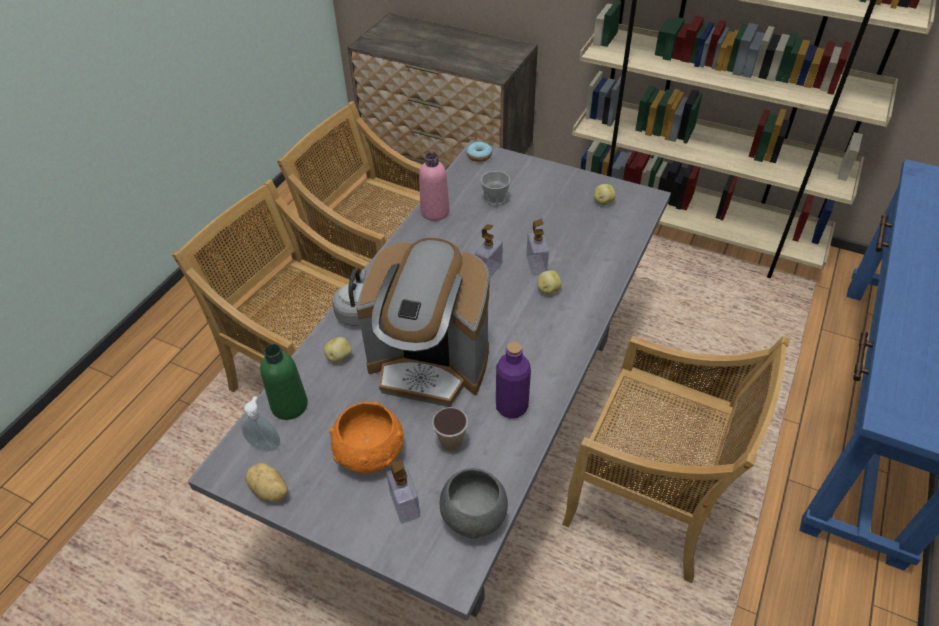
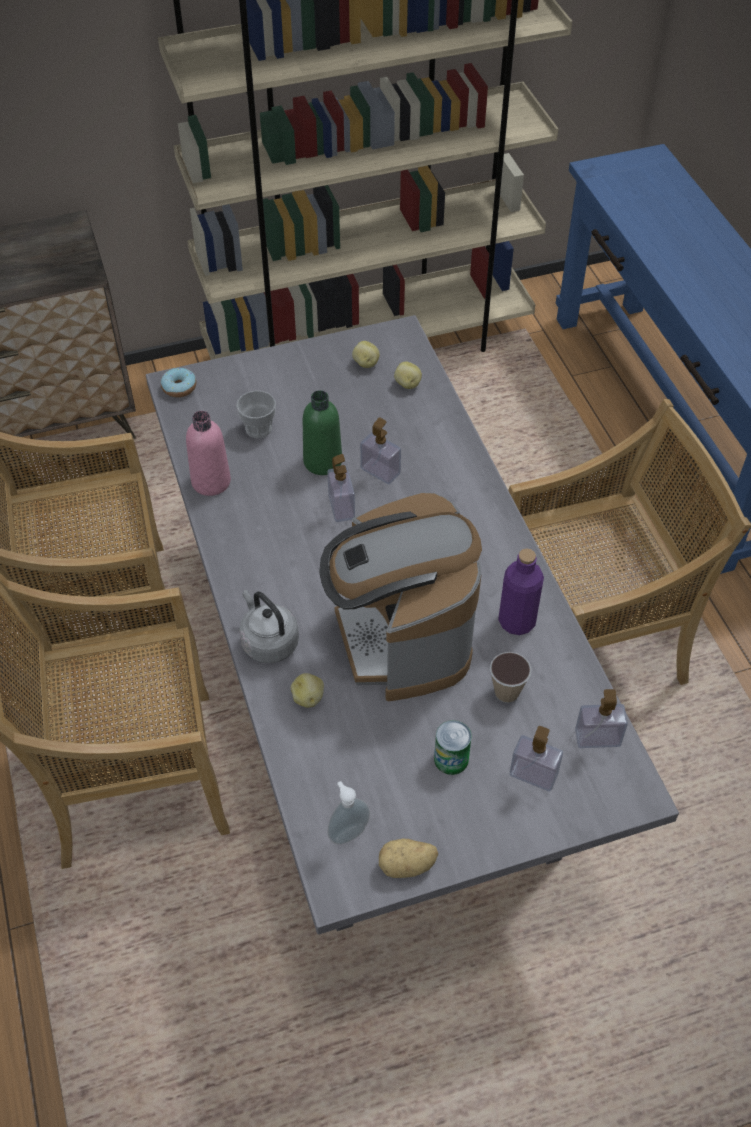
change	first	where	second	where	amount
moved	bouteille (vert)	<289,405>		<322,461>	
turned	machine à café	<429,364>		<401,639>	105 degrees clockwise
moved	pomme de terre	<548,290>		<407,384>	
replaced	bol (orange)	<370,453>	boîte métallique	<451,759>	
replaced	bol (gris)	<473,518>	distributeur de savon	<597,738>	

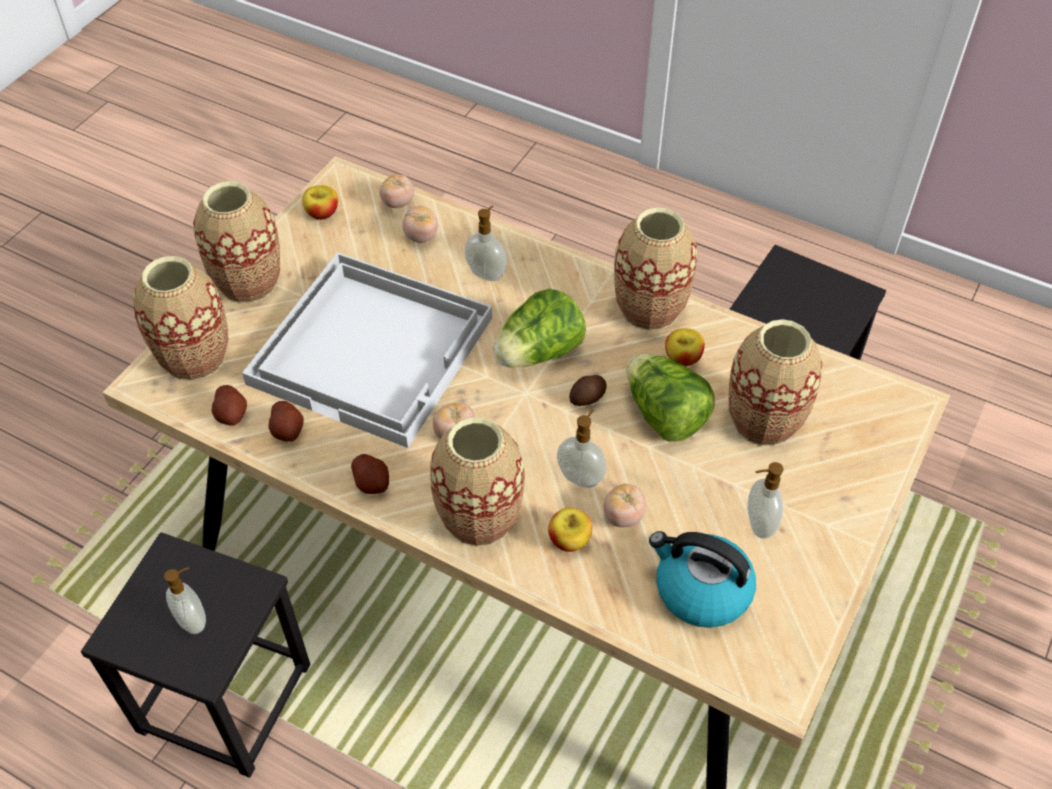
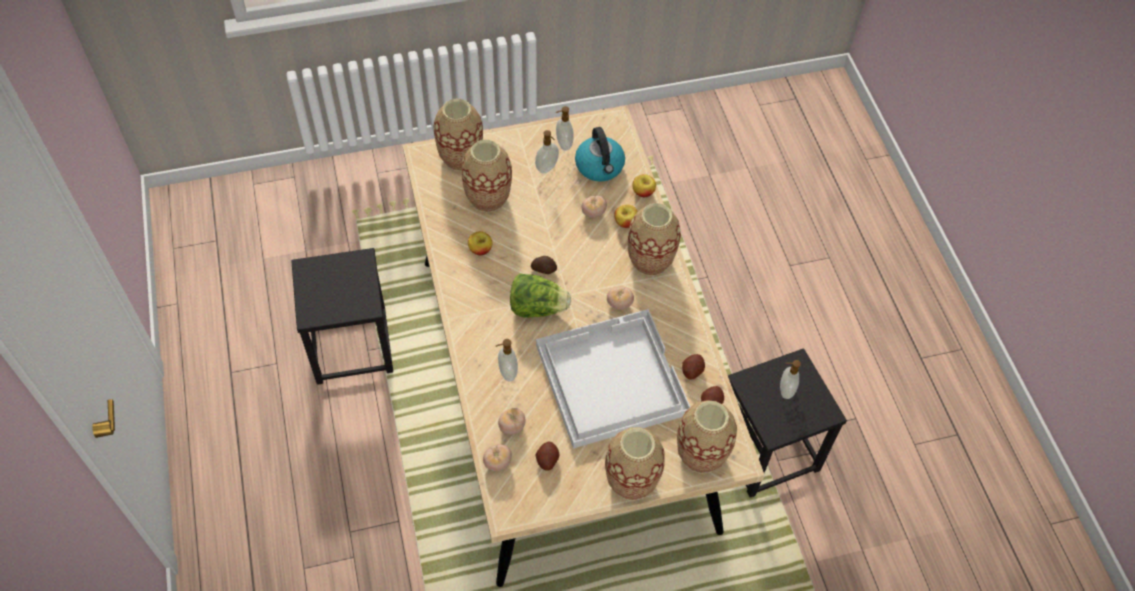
change	first	where	second	where	amount
moved	vase	<650,309>		<460,157>	
moved	pomme de terre	<372,482>		<547,460>	
moved	distributeur de savon	<581,477>		<563,144>	
moved	pomme	<322,213>		<643,192>	
removed	laitue	<664,415>			

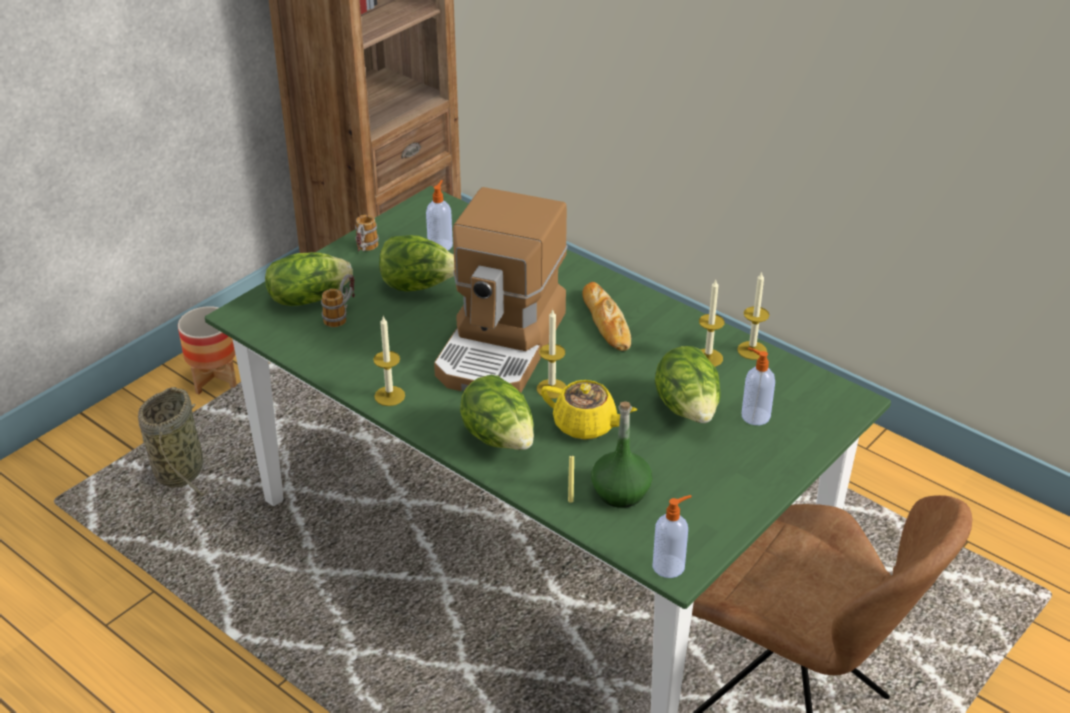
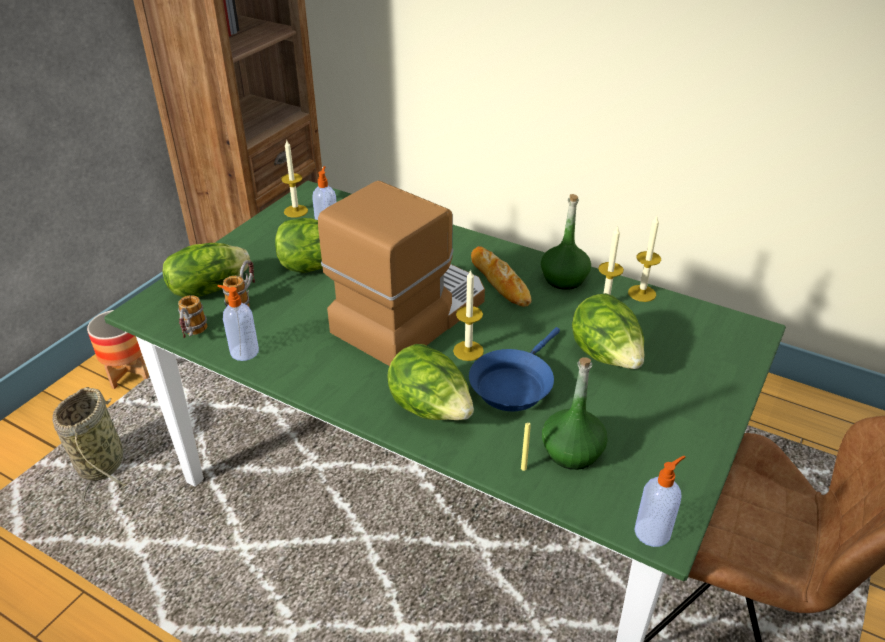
change	first	where	second	where	amount
moved	mug	<365,251>		<193,335>	
moved	distributeur de savon	<754,416>		<243,351>	
moved	bougie	<389,396>		<296,211>	
turned	machine à café	<503,346>		<409,314>	150 degrees counterclockwise
replaced	théière (jaune)	<586,425>	poêle (bleu)	<513,384>	
added			bouteille (vert)	<564,279>	

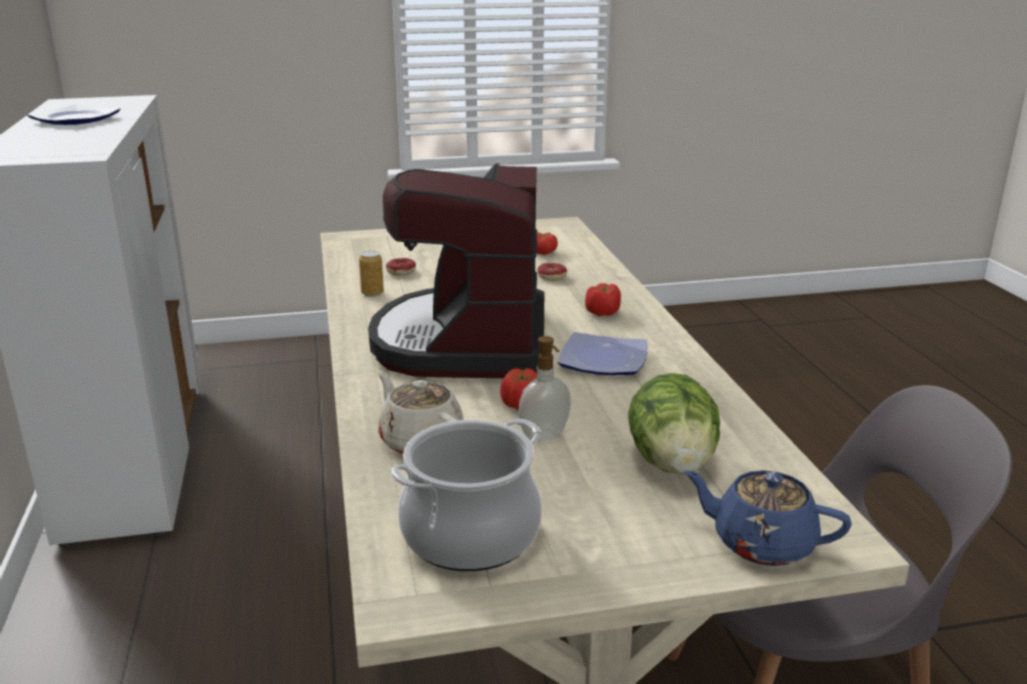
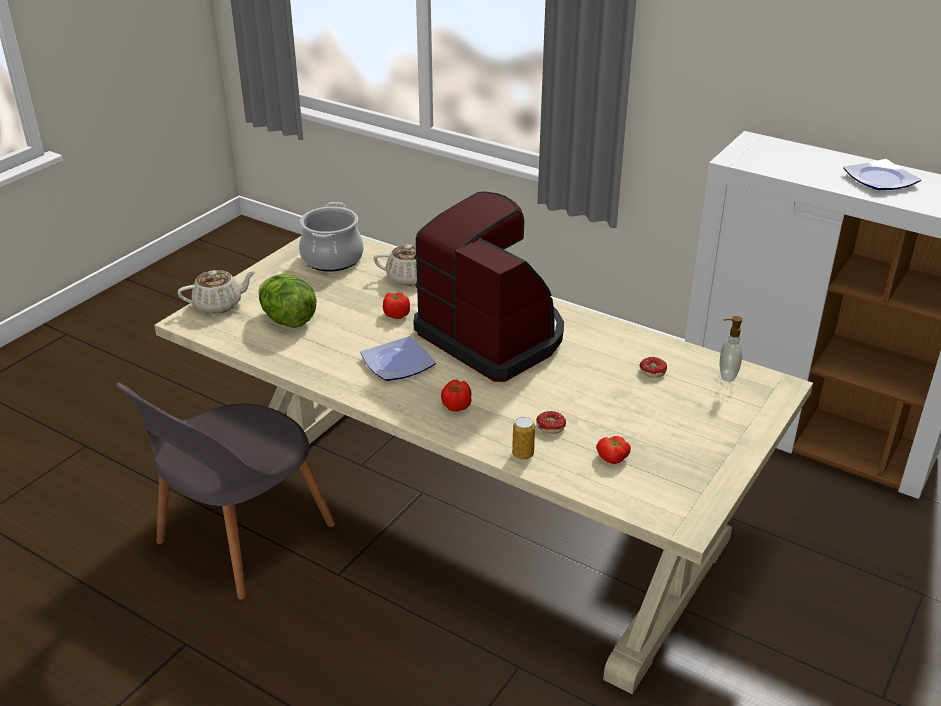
change	first	where	second	where	amount
recoloured	théière (bleu)	<761,543>	théière (beige)	<219,305>	
moved	boîte métallique	<372,293>		<523,454>	
moved	distributeur de savon	<545,436>		<726,375>	

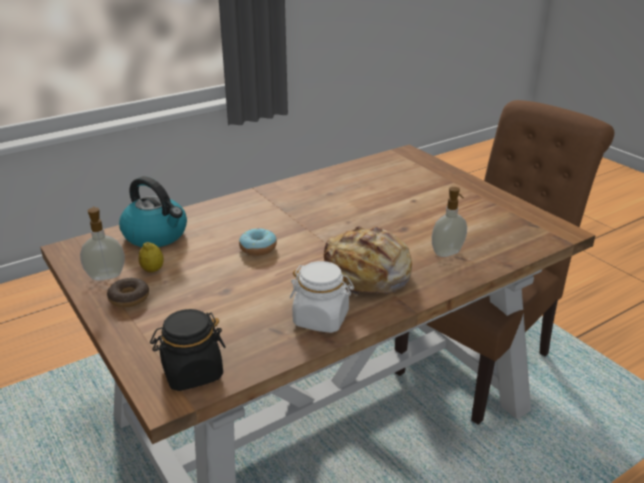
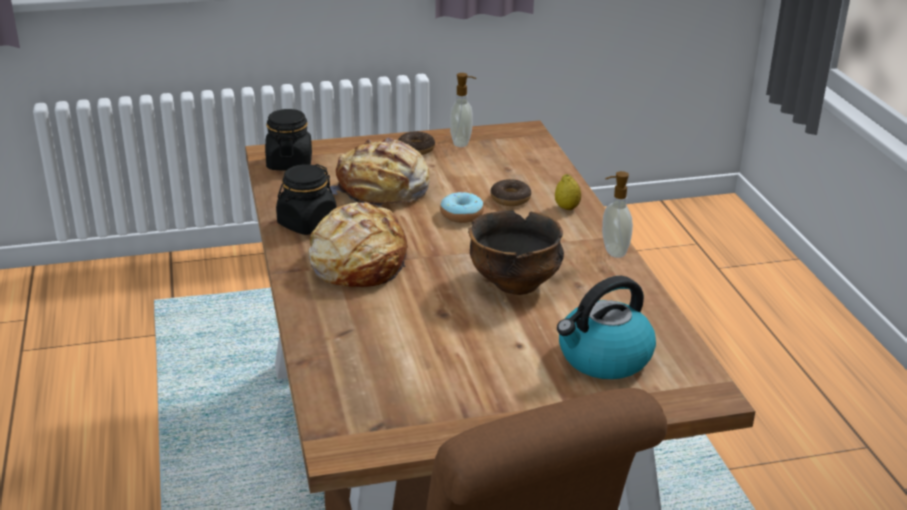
change	first	where	second	where	amount
recoloured	bocal (blanc)	<321,319>	bocal (noir)	<307,224>	
added			pain	<382,191>	
added			bol	<515,283>	
added			beignet	<510,199>	
moved	citron	<152,270>		<567,208>	
moved	bouilloire	<156,235>		<603,358>	
moved	distributeur de savon	<448,253>		<613,251>	

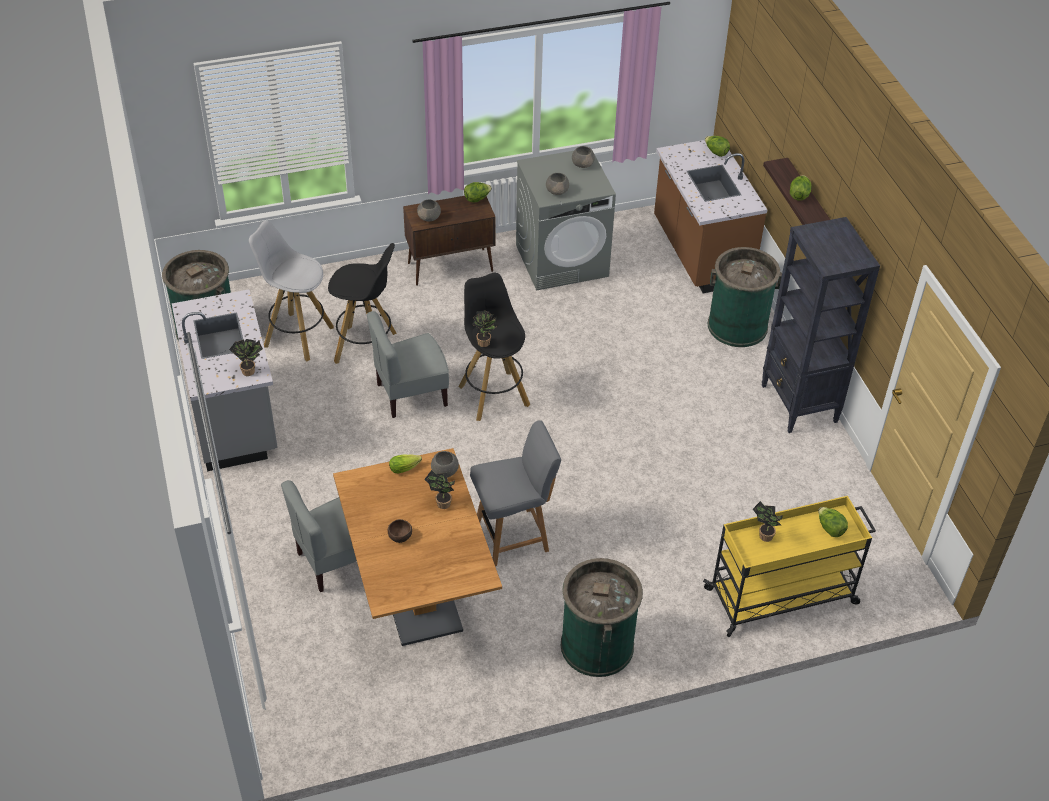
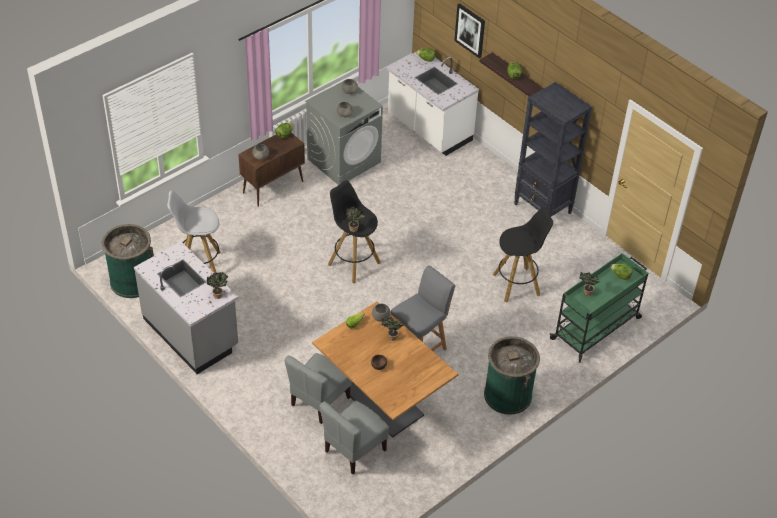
change	first	where	second	where	amount
moved	chaise (gris)	<411,394>		<354,450>	
recoloured	comptoir de cuisine (marron)	<700,252>	comptoir de cuisine (blanc)	<429,129>	
added			tableau	<470,30>	
moved	tabouret (noir)	<367,347>		<517,284>	
recoloured	chariot (jaune)	<783,596>	chariot (vert)	<596,328>	
removed	poubelle (vert)	<737,326>			

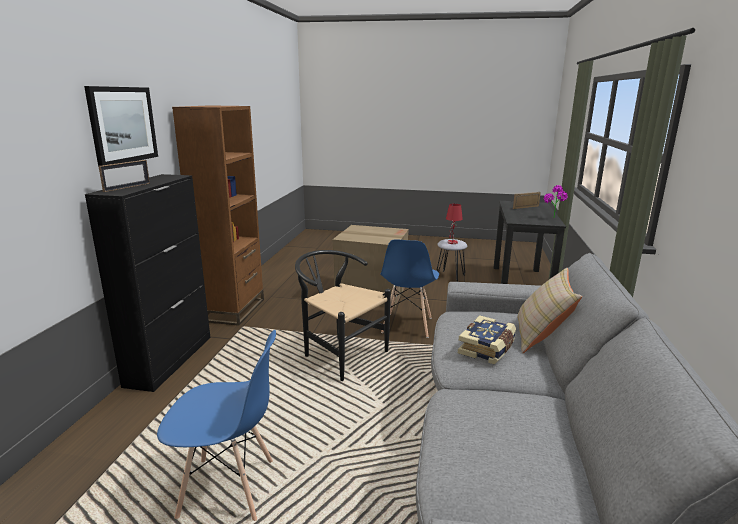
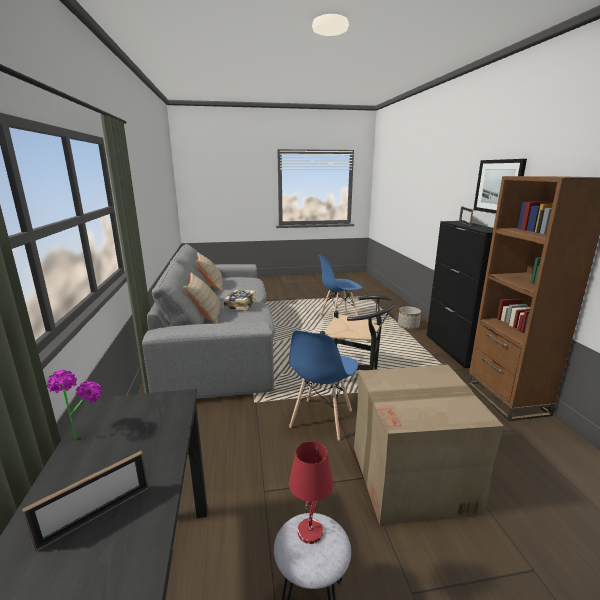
change	first	where	second	where	amount
added			coussin (beige)	<211,287>	
turned	chaise (bleu)	<407,325>		<321,419>	150 degrees counterclockwise
added			cache-pot	<408,326>	

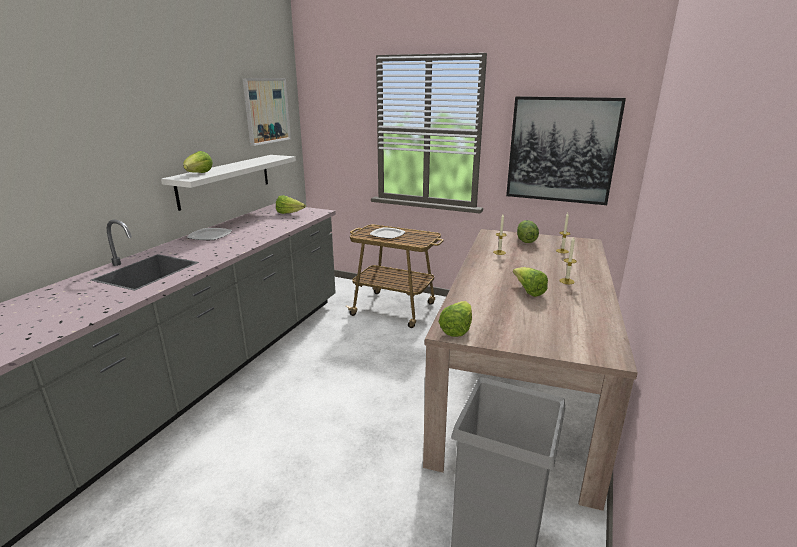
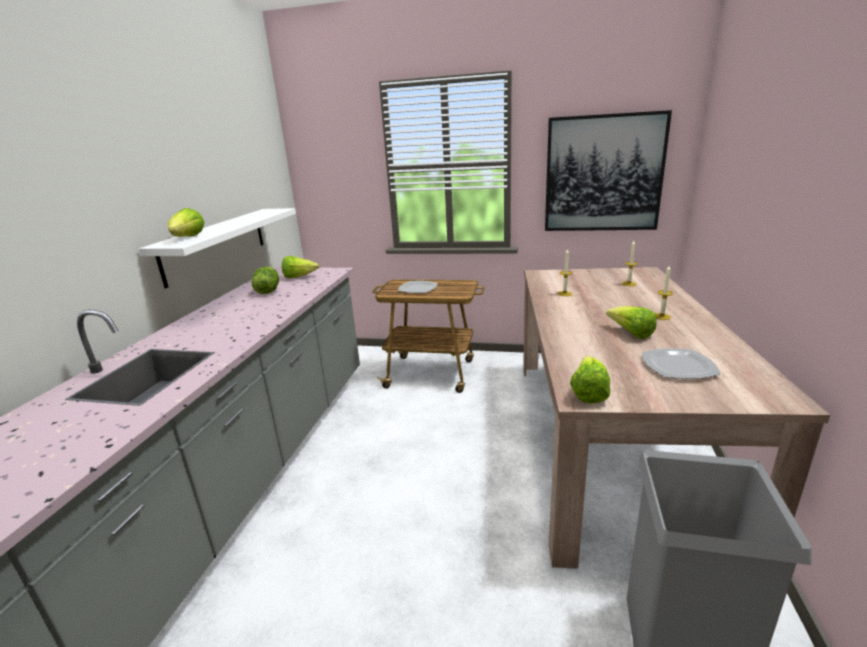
change	first	where	second	where	amount
moved	laitue	<525,241>		<267,291>	
moved	assiette	<210,236>		<679,366>	
removed	tableau	<266,111>			

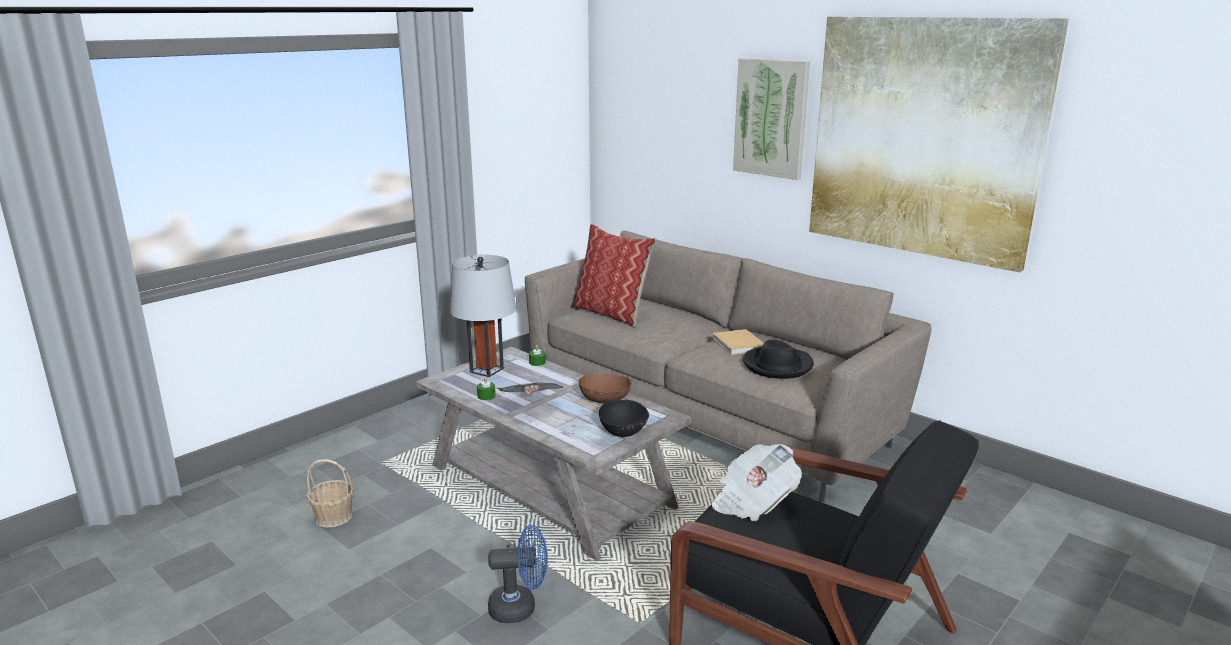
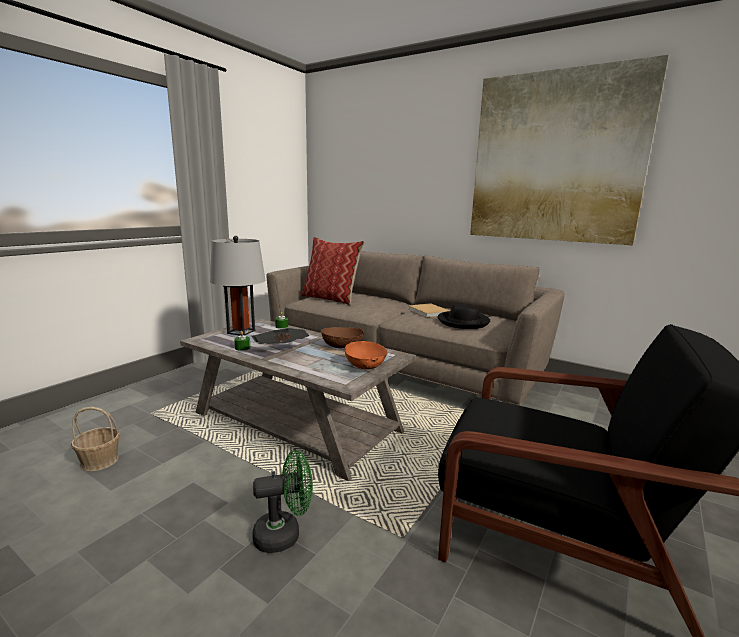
change	first	where	second	where	amount
recoloured	ventilateur (bleu)	<520,607>	ventilateur (vert)	<284,534>	
recoloured	bol (noir)	<624,432>	bol (orange)	<366,367>	
removed	journal	<753,501>			
removed	tableau	<771,118>			

